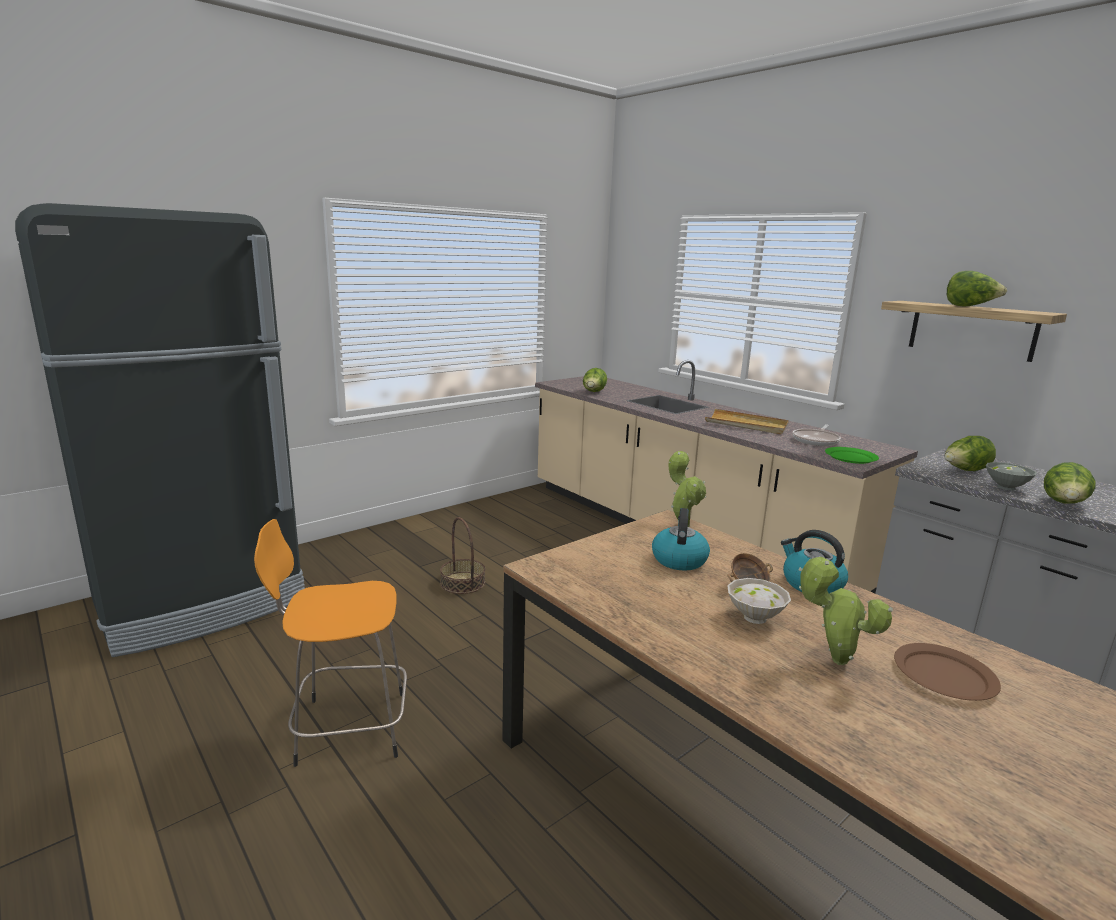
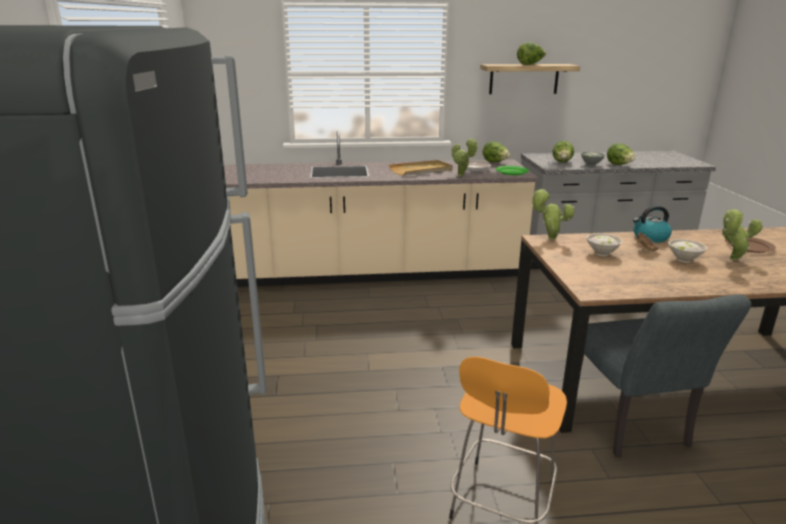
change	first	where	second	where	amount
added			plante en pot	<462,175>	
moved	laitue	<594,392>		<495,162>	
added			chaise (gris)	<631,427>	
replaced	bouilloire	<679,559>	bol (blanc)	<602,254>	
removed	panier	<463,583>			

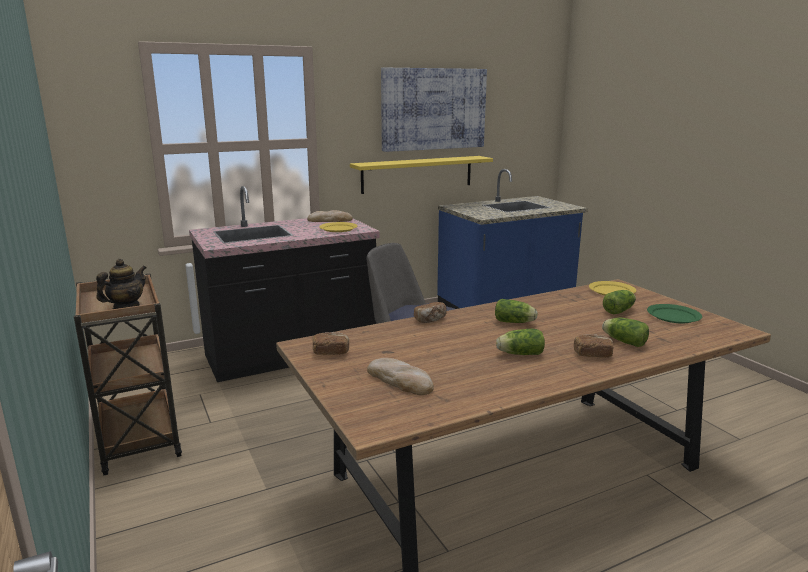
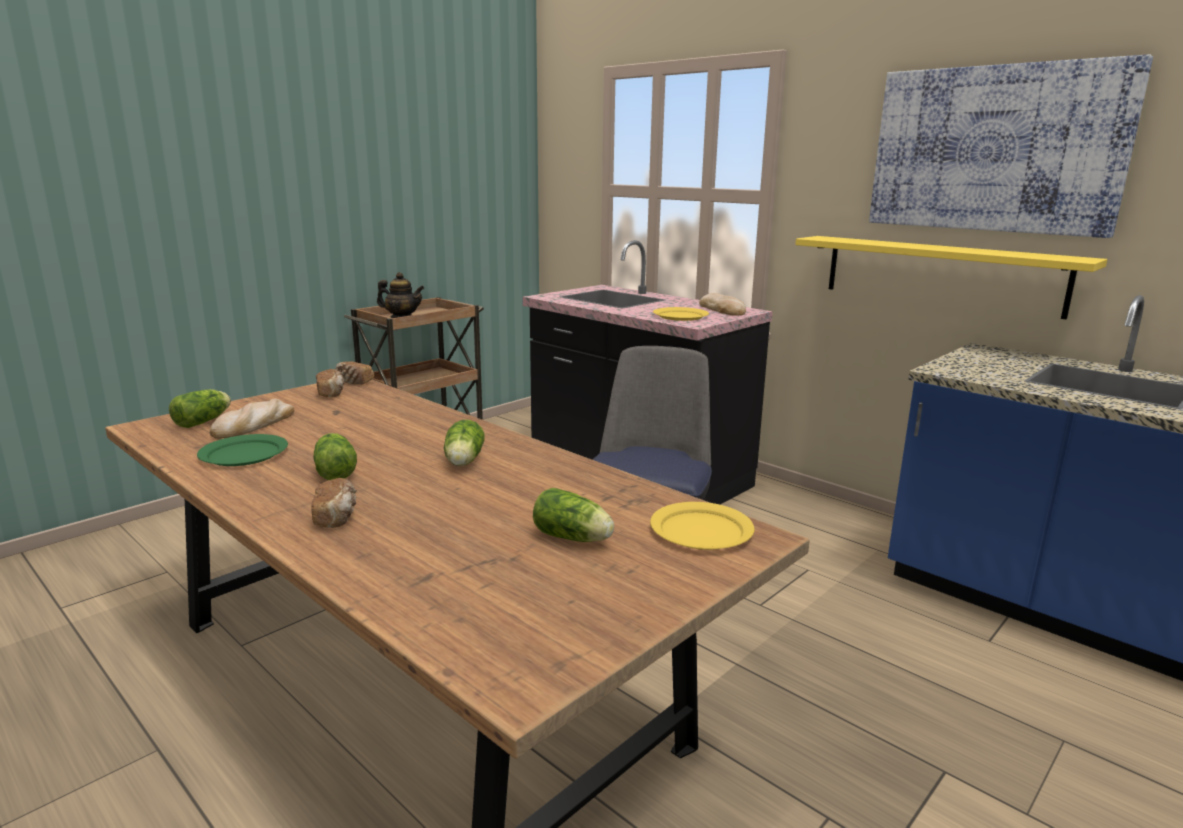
change	first	where	second	where	amount
moved	laitue	<623,341>		<205,421>	
moved	assiette (vert)	<673,316>		<243,454>	
moved	pain	<430,320>		<354,382>	

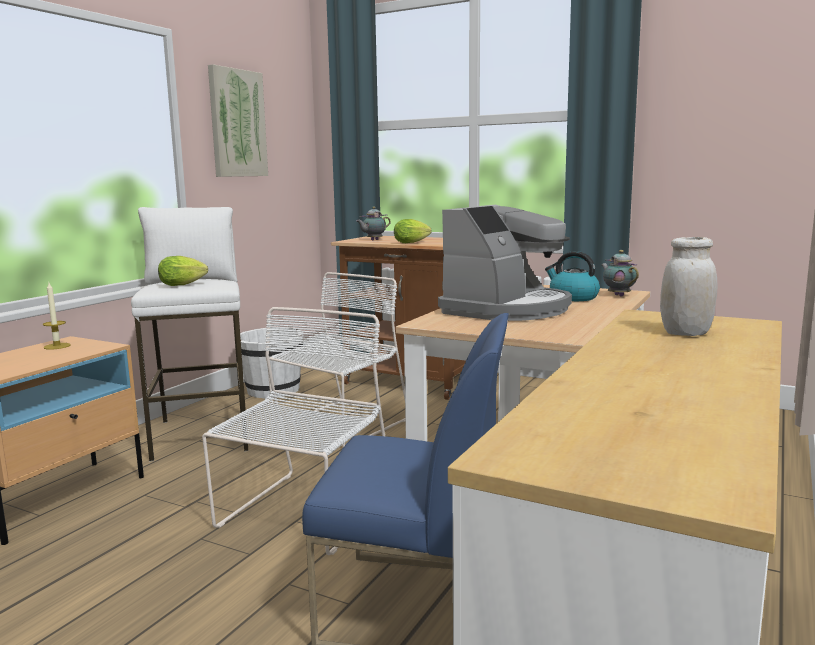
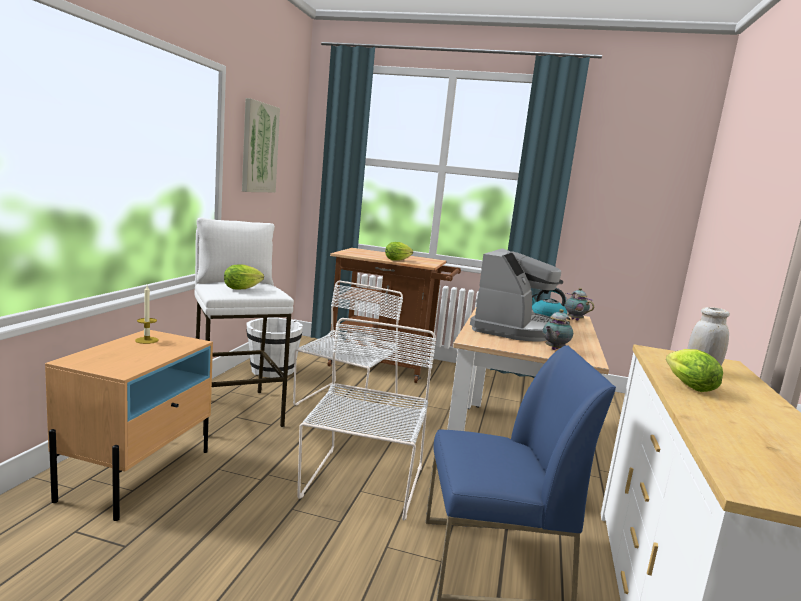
change	first	where	second	where	amount
moved	théière	<373,240>		<553,349>	
added			laitue	<686,385>	

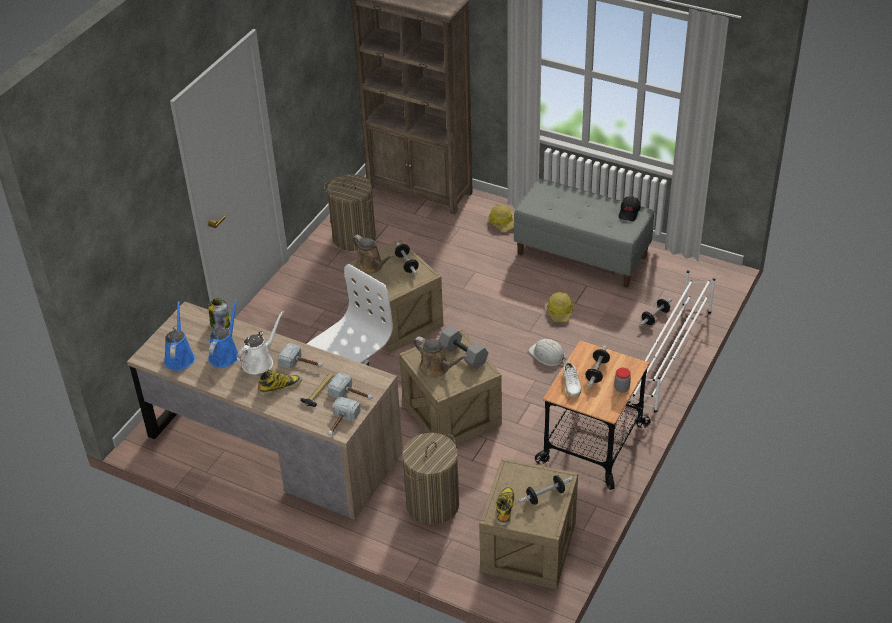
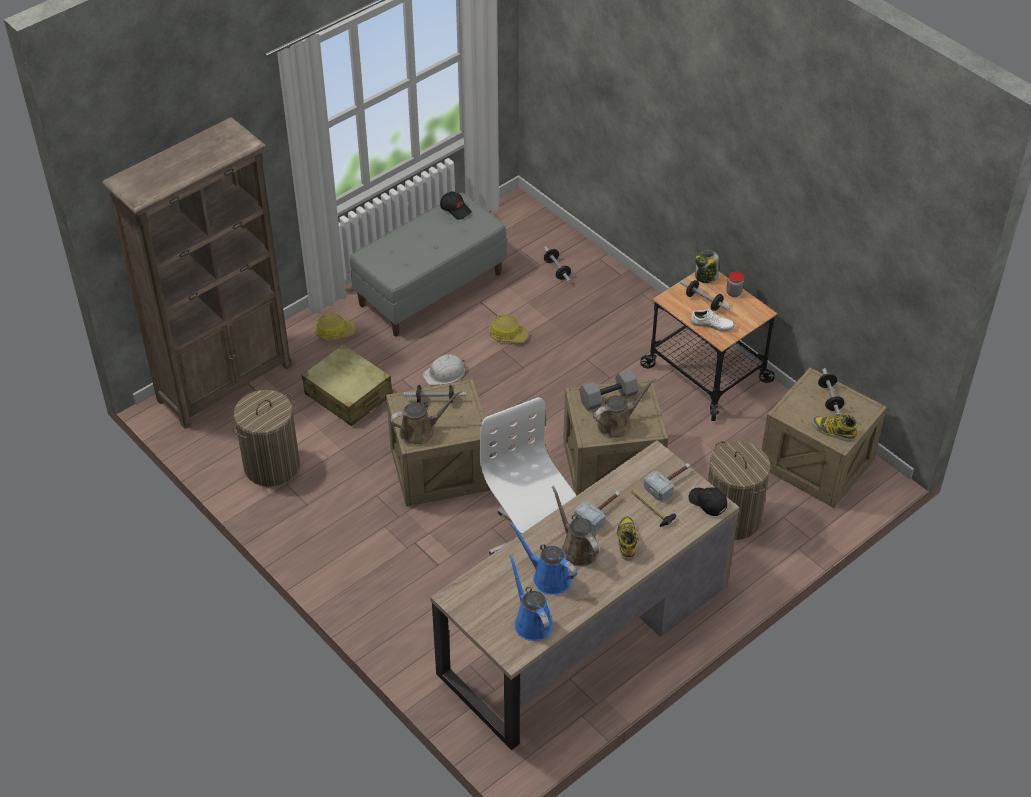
change	first	where	second	where	amount
added			valise (beige)	<348,395>	
moved	casque de chantier (blanc)	<547,355>		<445,373>	
turned	arrosoir (bleu)	<180,357>		<531,621>	45 degrees clockwise
recoloured	arrosoir (blanc)	<260,361>	arrosoir (marron)	<577,548>	
replaced	marteau	<340,423>	casquette (noir)	<707,503>	
moved	bocal	<220,324>		<705,277>	
removed	étagère à chaussures (blanc)	<669,356>			

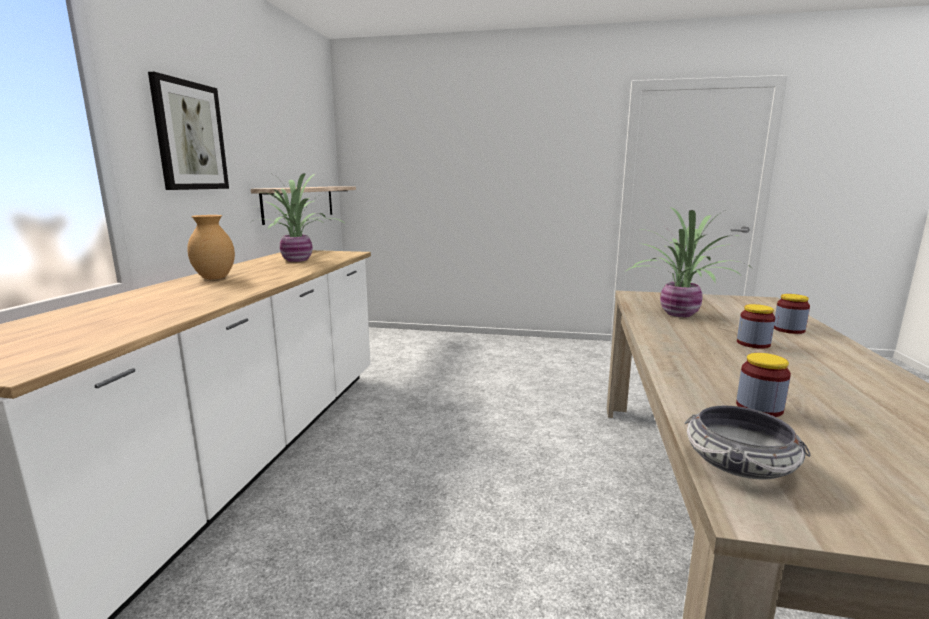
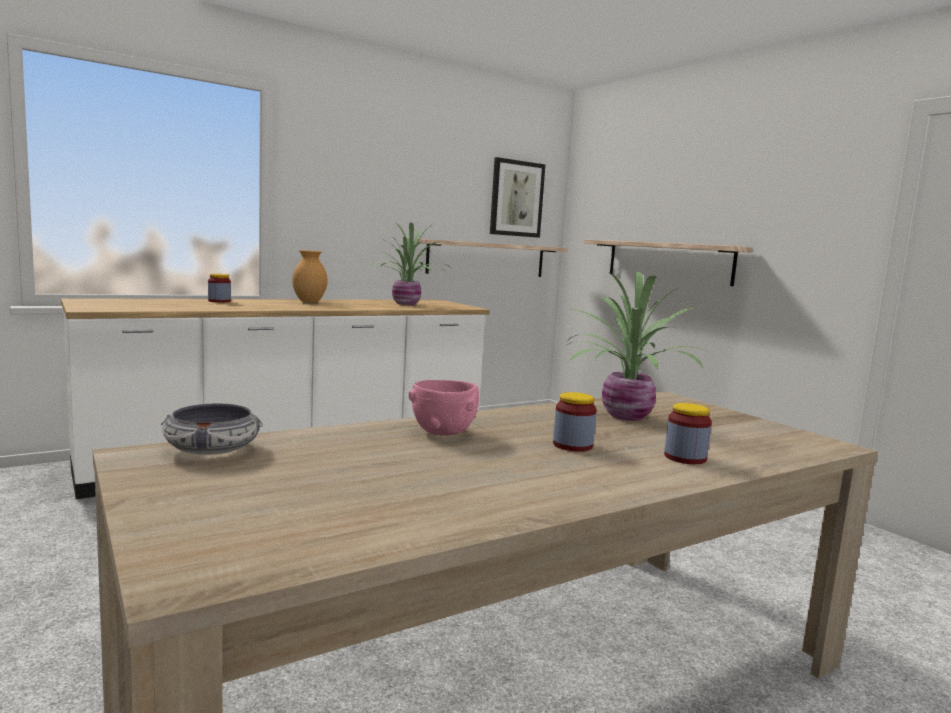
change	first	where	second	where	amount
moved	bocal	<759,408>		<219,301>	
added			bol (rose)	<443,432>	
moved	tableau	<190,136>		<516,198>	
added			étagère	<668,261>	

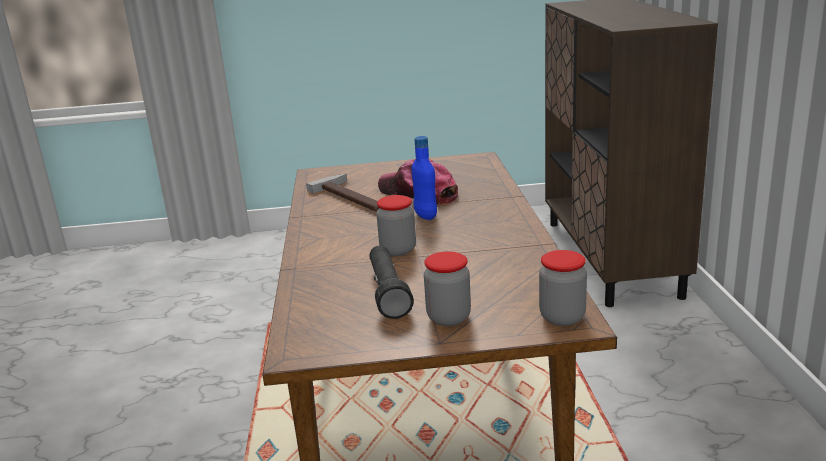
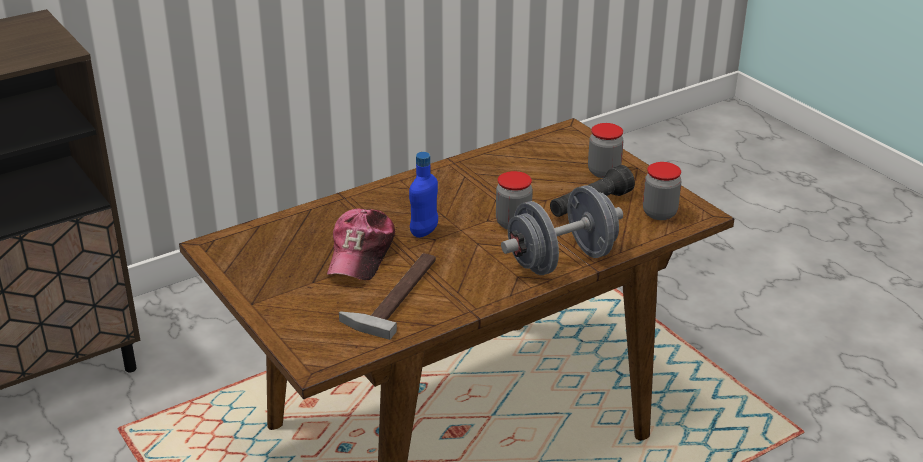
change	first	where	second	where	amount
added			haltère (gris)	<561,260>	
moved	bocal	<562,317>		<659,213>	

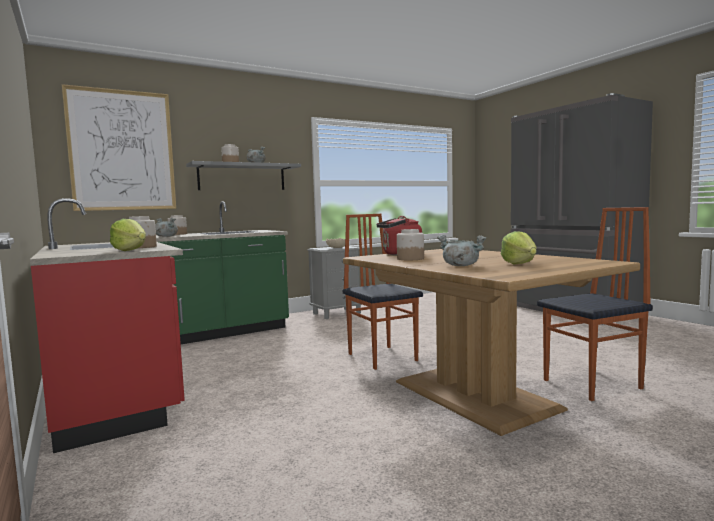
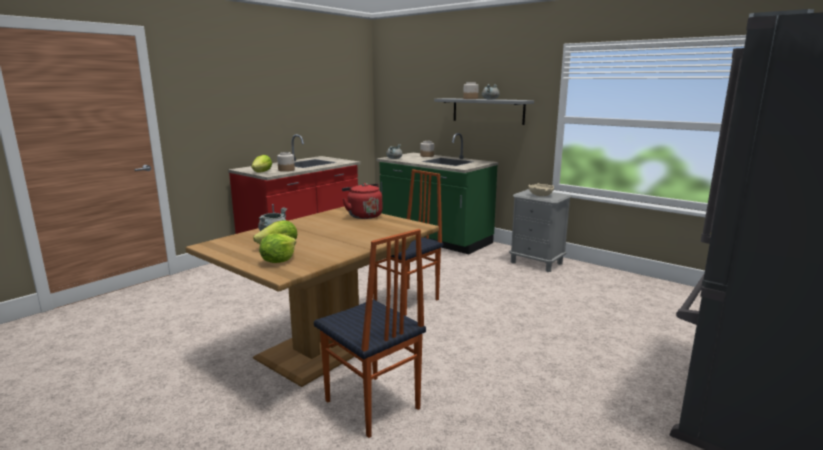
change	first	where	second	where	amount
added			laitue	<278,261>	
removed	tableau	<122,150>			
removed	bocal	<410,259>			

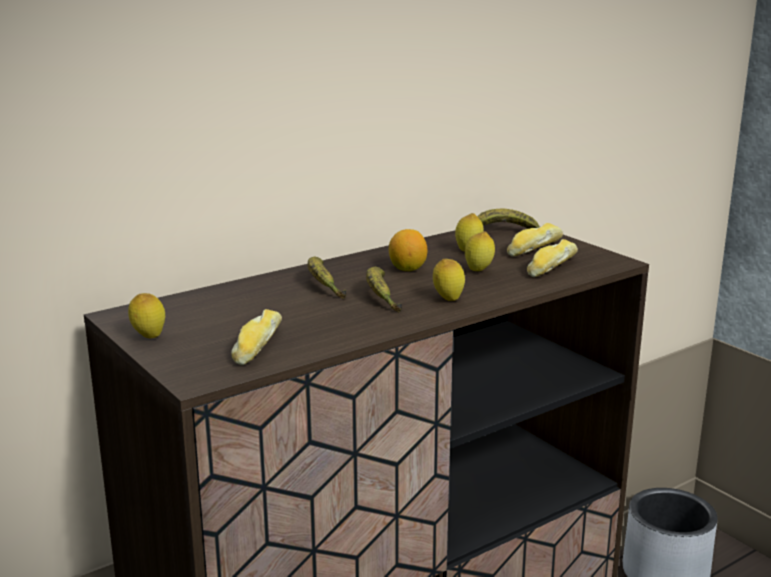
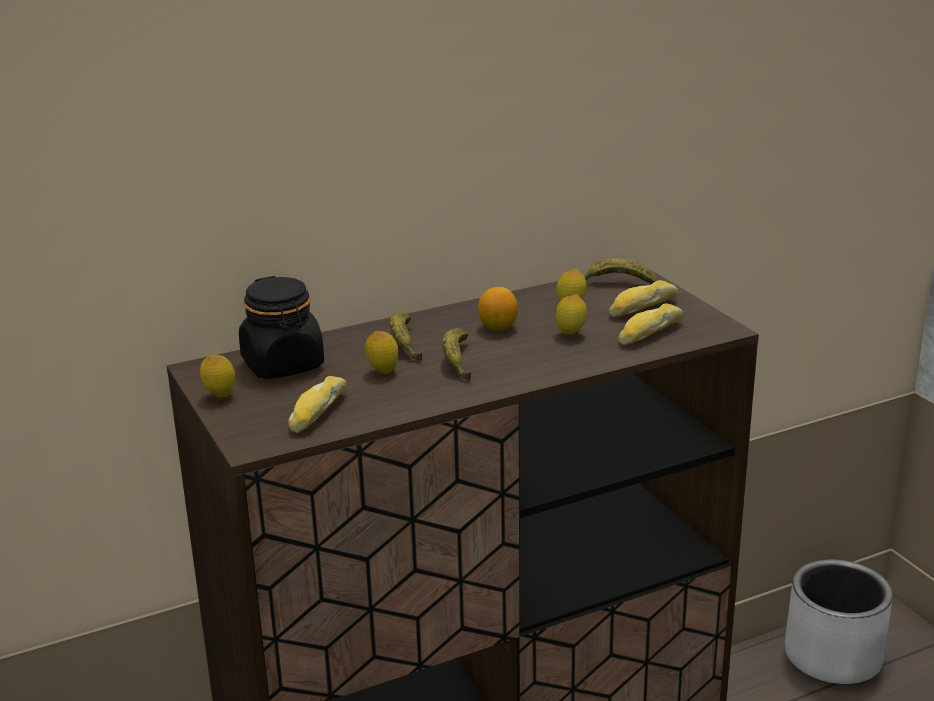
change	first	where	second	where	amount
added			bocal (noir)	<283,365>	
moved	citron	<448,300>		<382,372>	

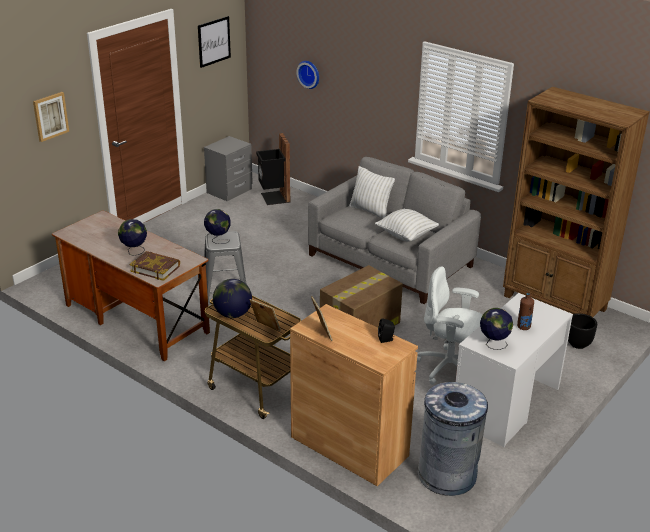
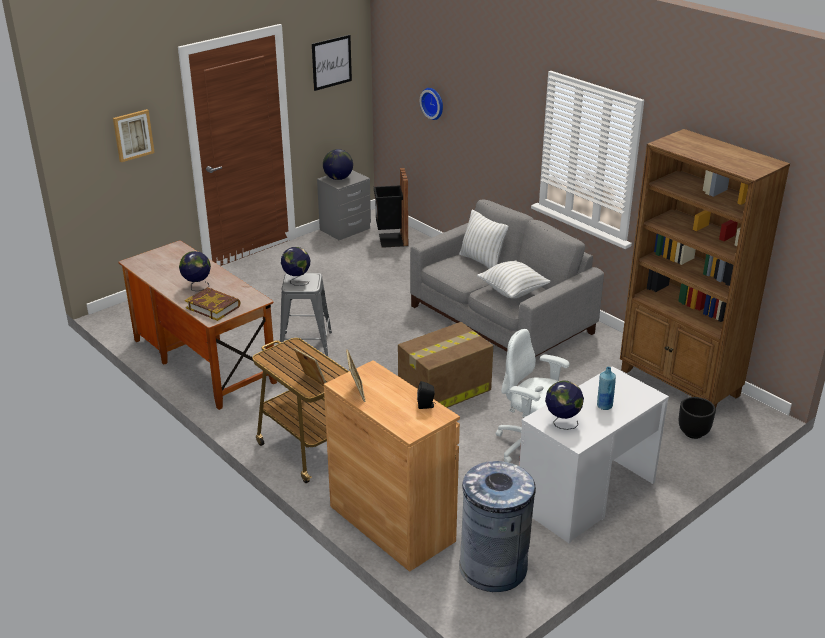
change	first	where	second	where	amount
moved	globe	<233,314>		<338,178>	
recoloured	bouteille (marron)	<523,327>	bouteille (bleu)	<604,406>	

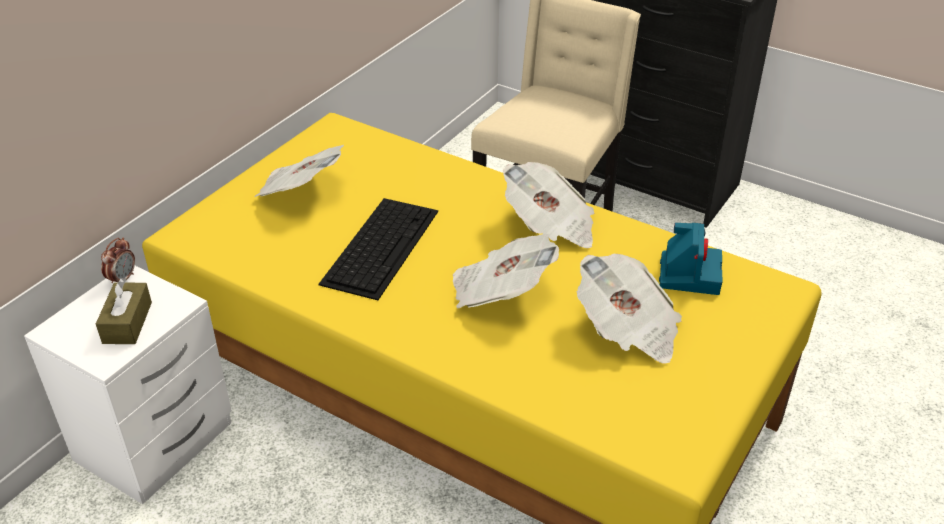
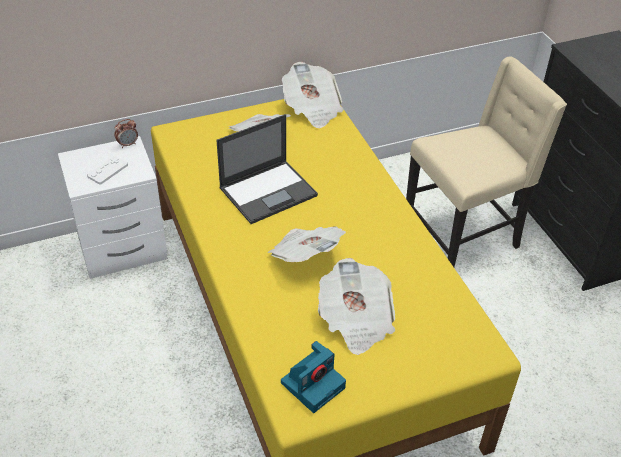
change	first	where	second	where	amount
replaced	boîte à mouchoirs (marron)	<127,323>	manette (blanc)	<107,171>	
replaced	clavier	<381,245>	ordinateur portable	<269,191>	
moved	appareil photo	<689,273>		<313,384>	
moved	journal	<550,226>		<312,109>	

